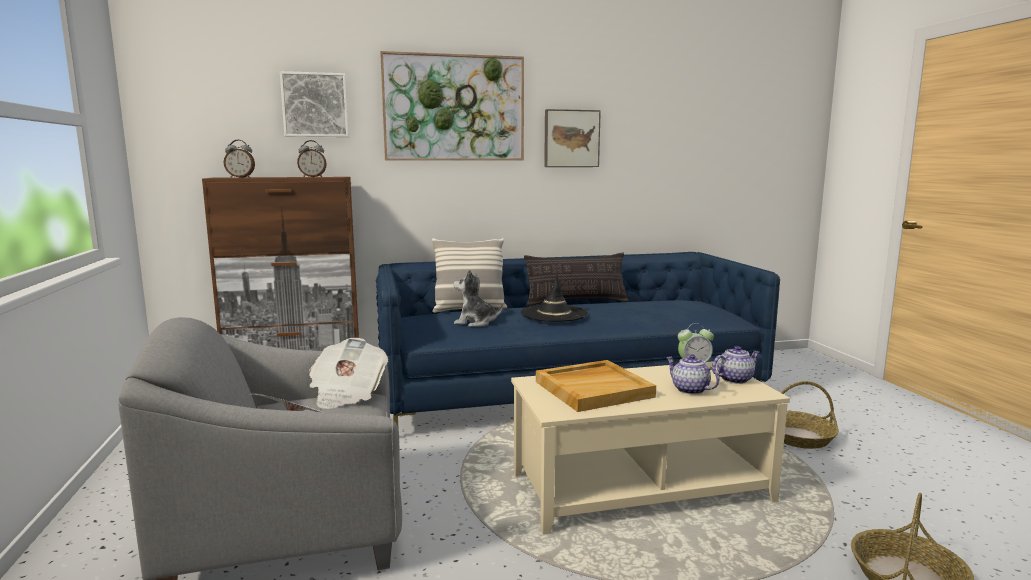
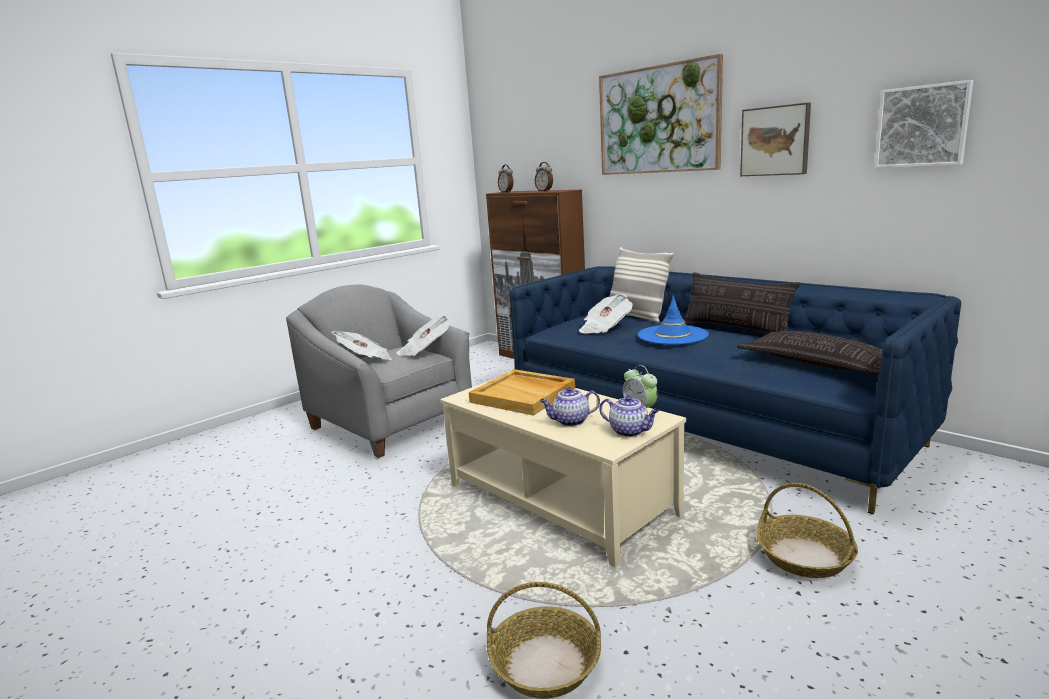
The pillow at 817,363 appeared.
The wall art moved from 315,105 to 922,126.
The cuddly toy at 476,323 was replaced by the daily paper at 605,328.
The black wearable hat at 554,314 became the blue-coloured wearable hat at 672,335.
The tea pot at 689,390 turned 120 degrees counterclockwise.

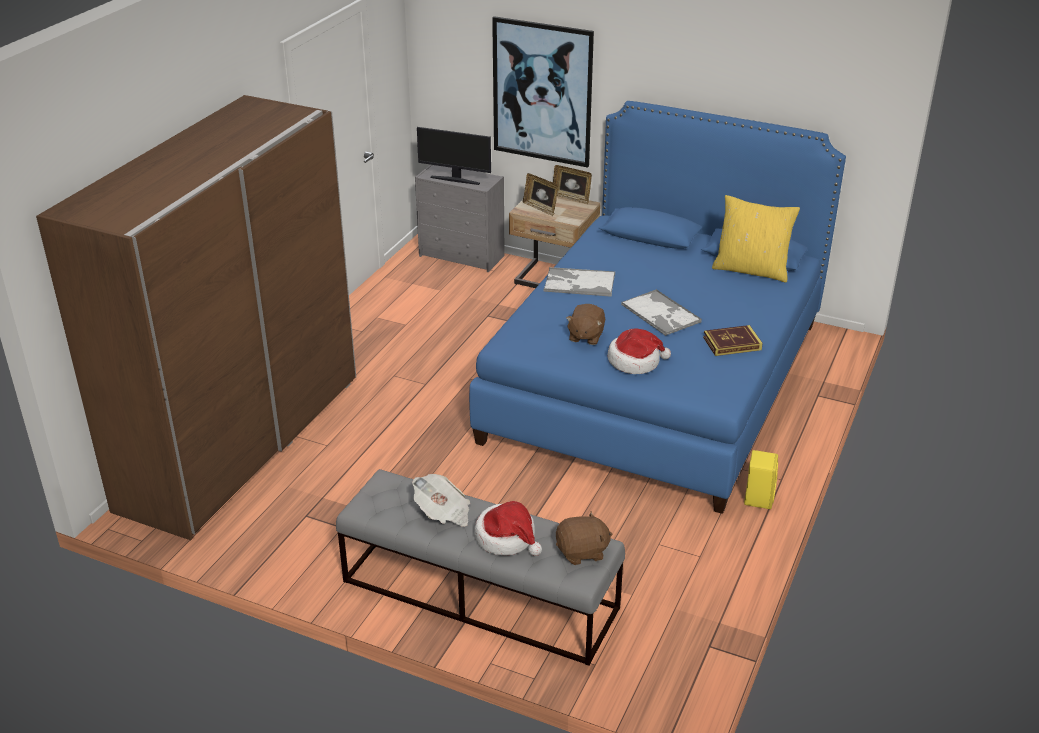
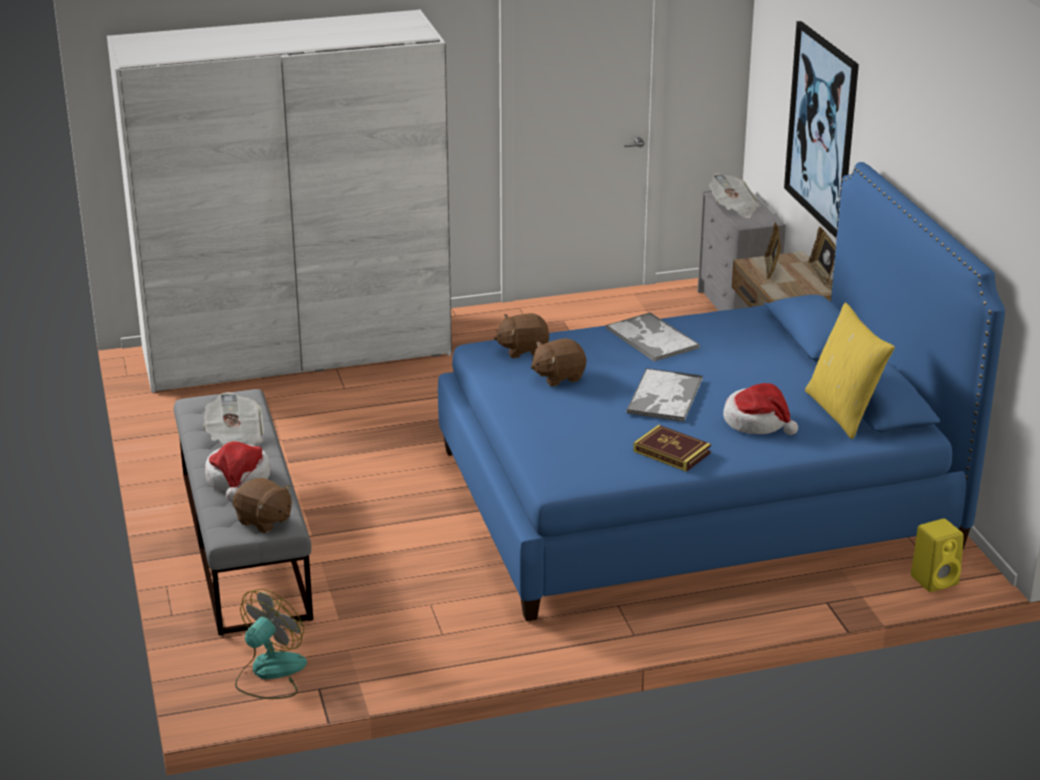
The fan at 269,673 appeared.
The brownish cuddly toy at 522,350 appeared.
The wearable hat moved from 635,361 to 757,422.
The yellow-coloured speaker moved from 758,497 to 935,579.
The computer display at 455,180 was replaced by the daily paper at 733,208.
The brownish clothes cupboard at 241,441 became the white-coloured clothes cupboard at 297,351.

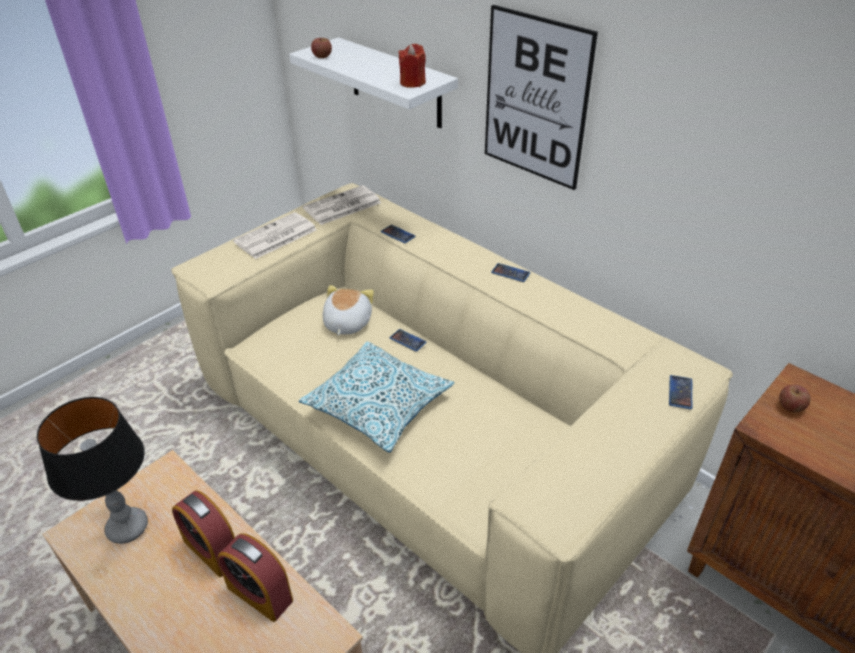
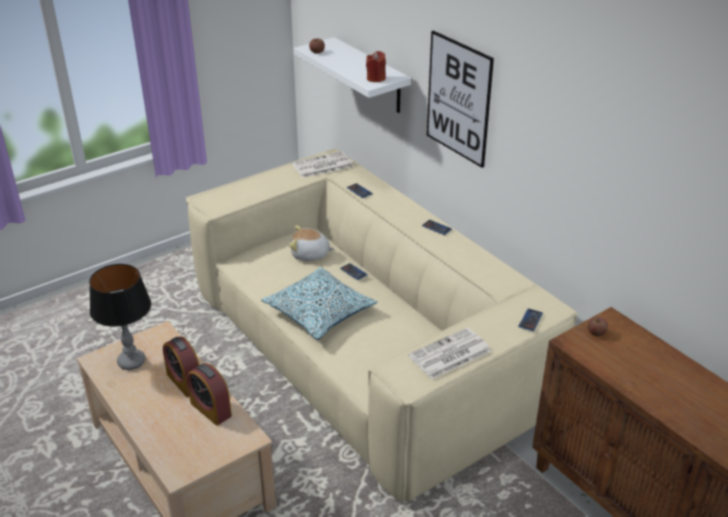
The daily paper moved from 275,237 to 449,354.
The cuddly toy at 346,323 turned 105 degrees counterclockwise.

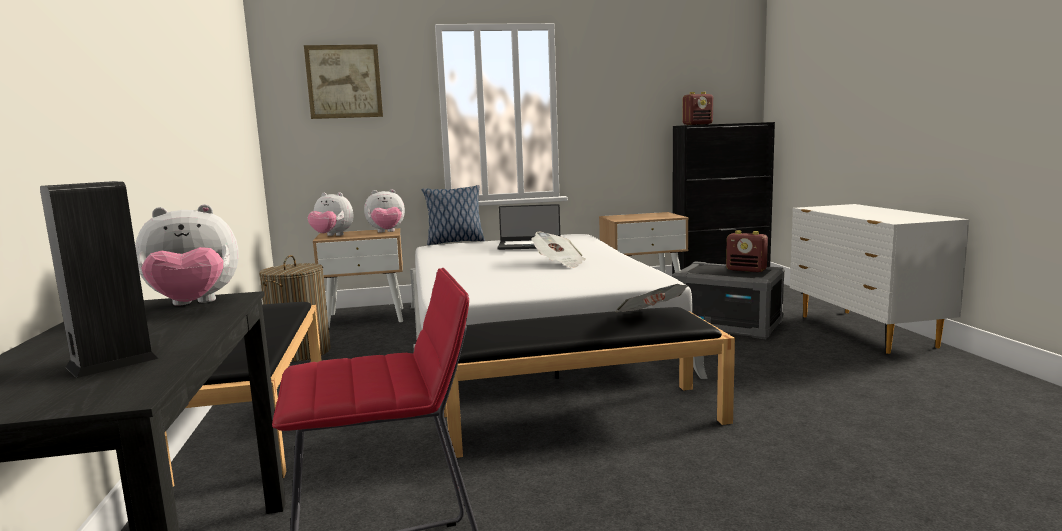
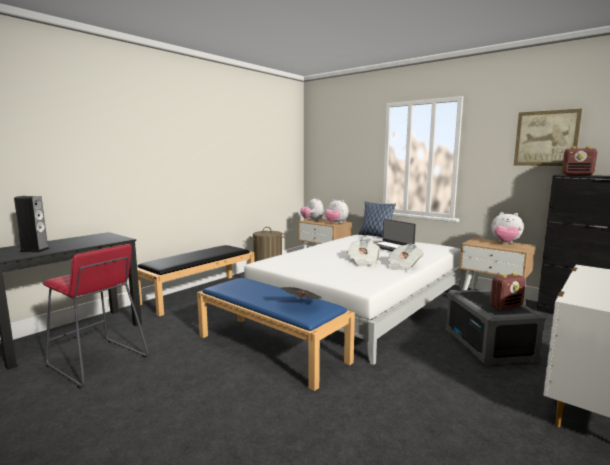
The daily paper at 402,266 appeared.
The cuddly toy moved from 193,305 to 505,243.
The wall art moved from 344,81 to 546,138.
The black indoor bench at 584,417 became the blue-coloured indoor bench at 272,348.
The radio receiver at 746,270 turned 105 degrees counterclockwise.

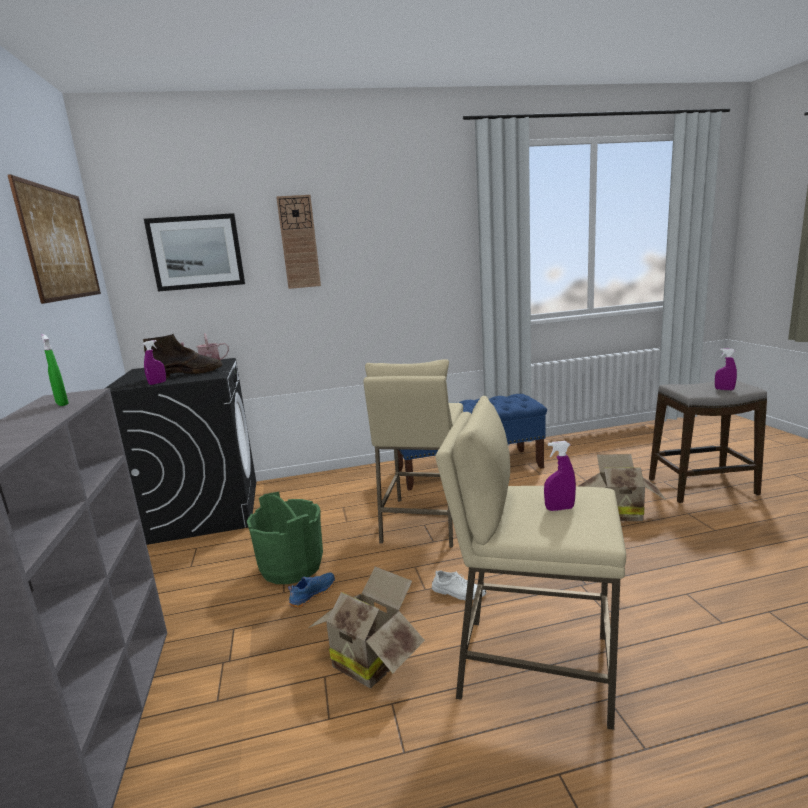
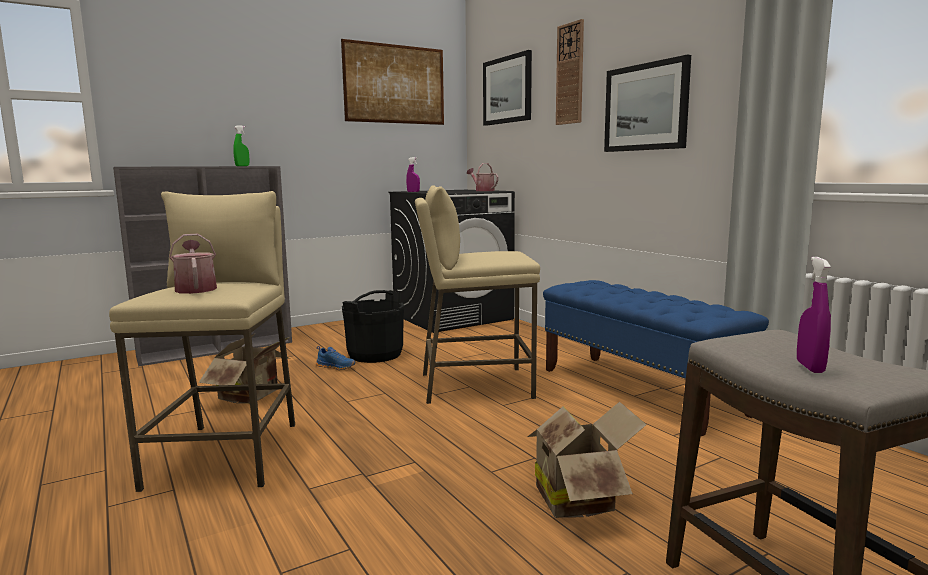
The brownish boot at 188,373 disappeared.
The white-coloured item of footwear at 458,592 disappeared.
The wall art at 646,107 appeared.
The purple-coloured sprayer at 559,509 was replaced by the watering can at 195,288.
The green-coloured pail at 291,567 became the black pail at 375,354.

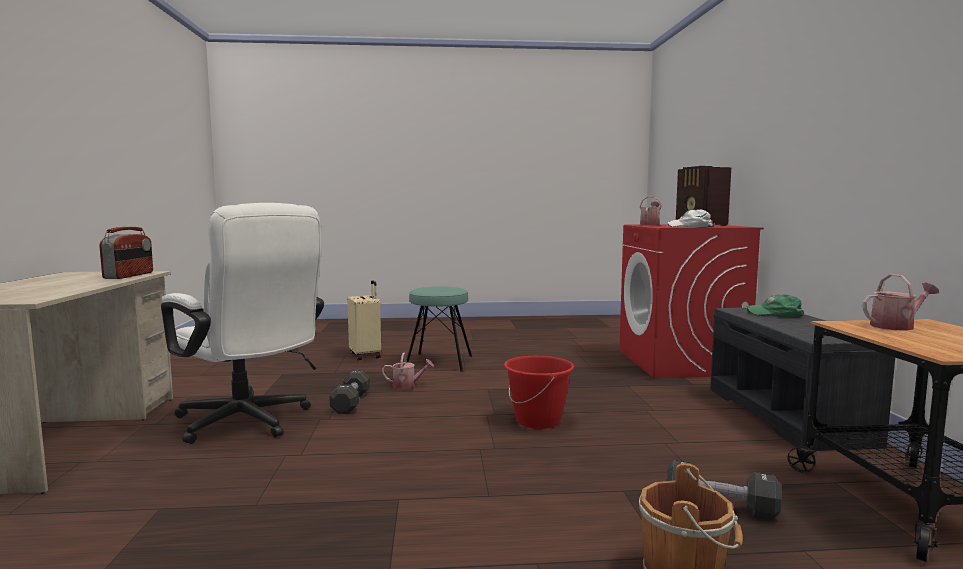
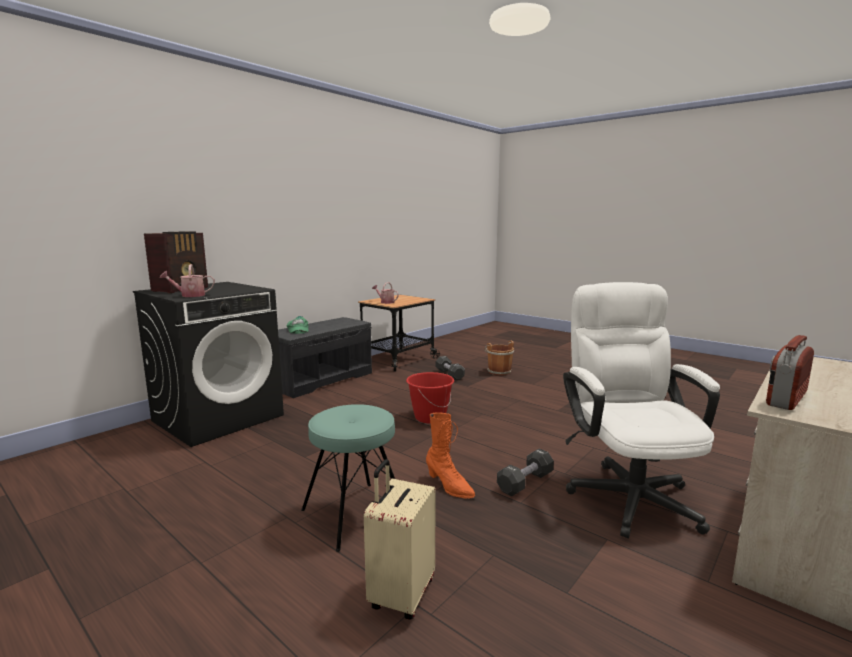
The white-coloured cap at 690,226 disappeared.
The watering can at 407,385 was replaced by the orange-coloured boot at 449,486.
The red-coloured laundry machine at 681,363 became the black laundry machine at 219,417.

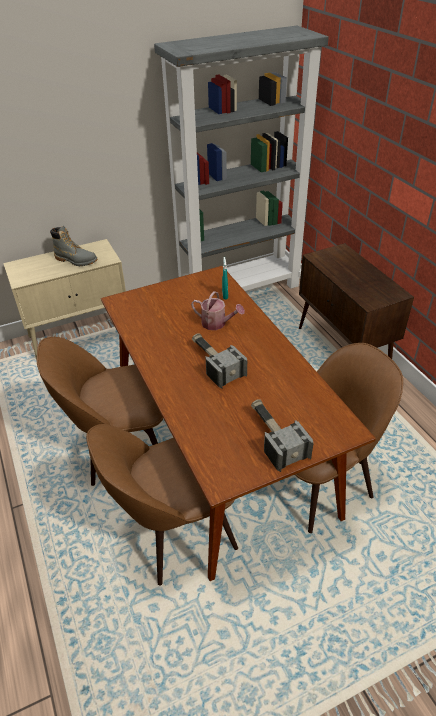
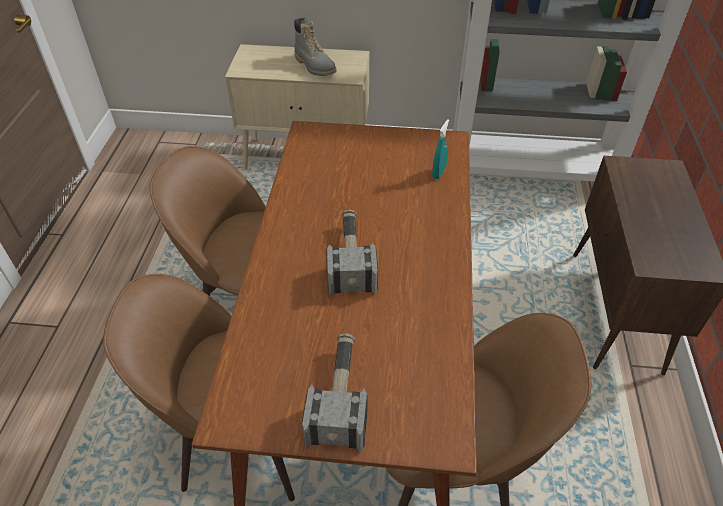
The watering can at 217,323 disappeared.

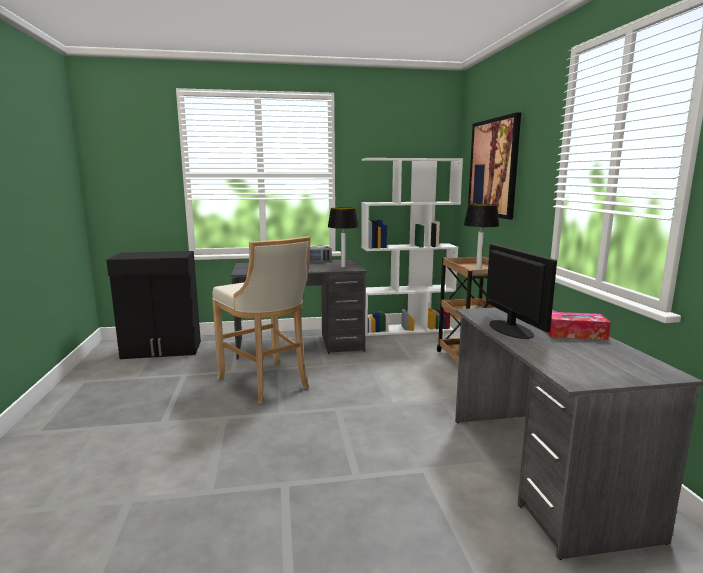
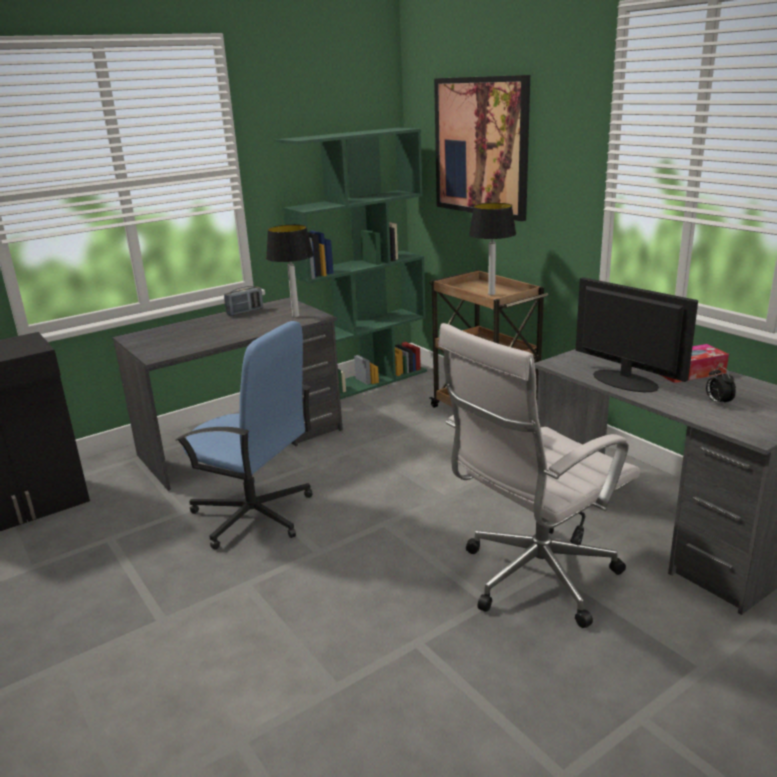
The white-coloured desk chair at 533,579 appeared.
The alarm clock at 717,402 appeared.
The beige stool seat at 267,383 was replaced by the blue-coloured desk chair at 254,515.
The white-coloured bookshelf at 407,329 became the green-coloured bookshelf at 366,382.

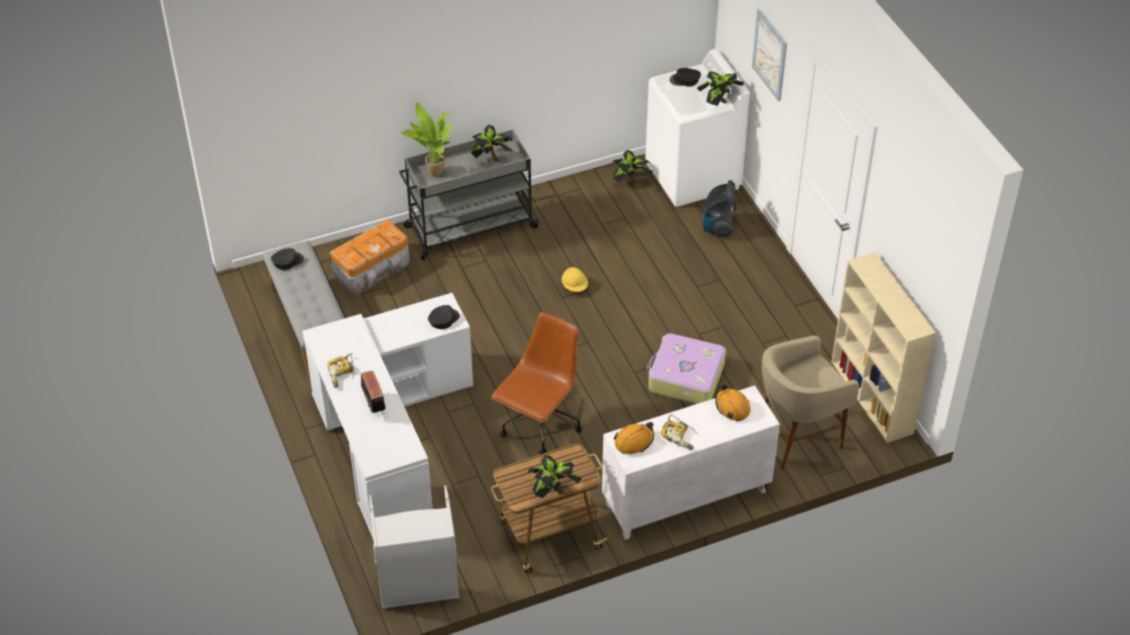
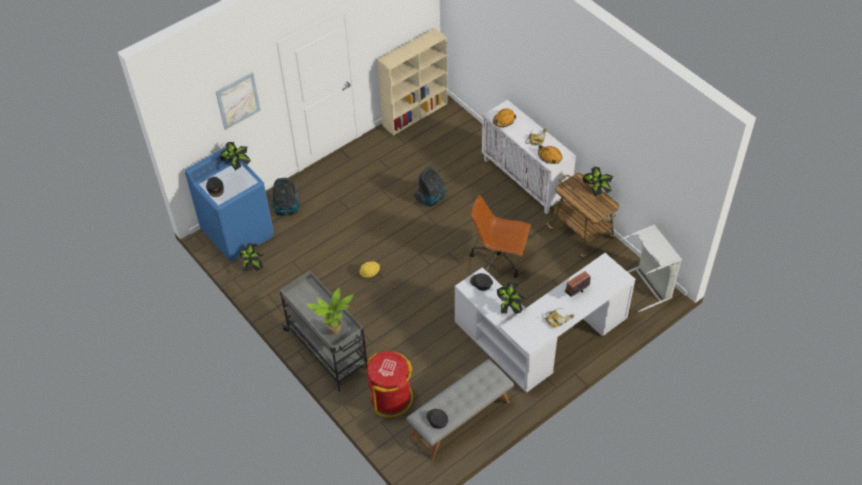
The beige stool seat at 796,440 disappeared.
The plant in a pot moved from 491,159 to 509,307.
The storage box at 373,269 was replaced by the red-coloured rubbish bin at 391,397.
The travel case at 685,377 was replaced by the vacuum cleaner at 431,199.
The white-coloured laundry machine at 693,176 became the blue-coloured laundry machine at 238,232.

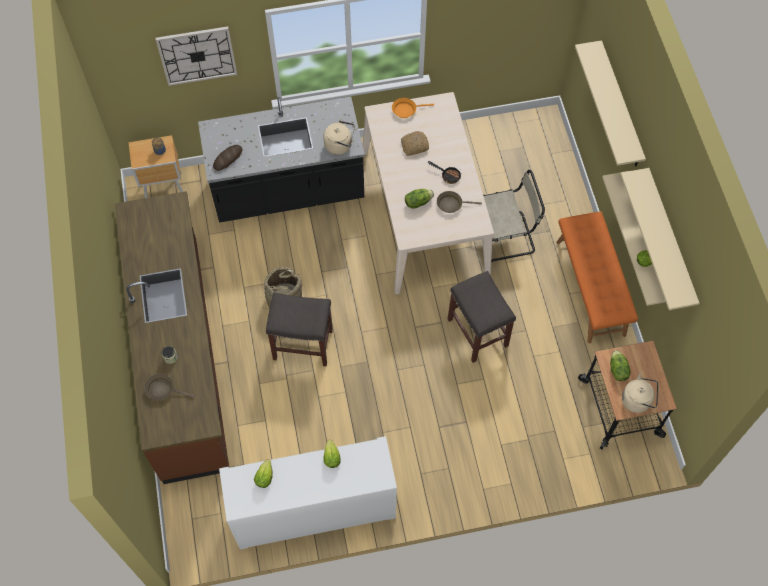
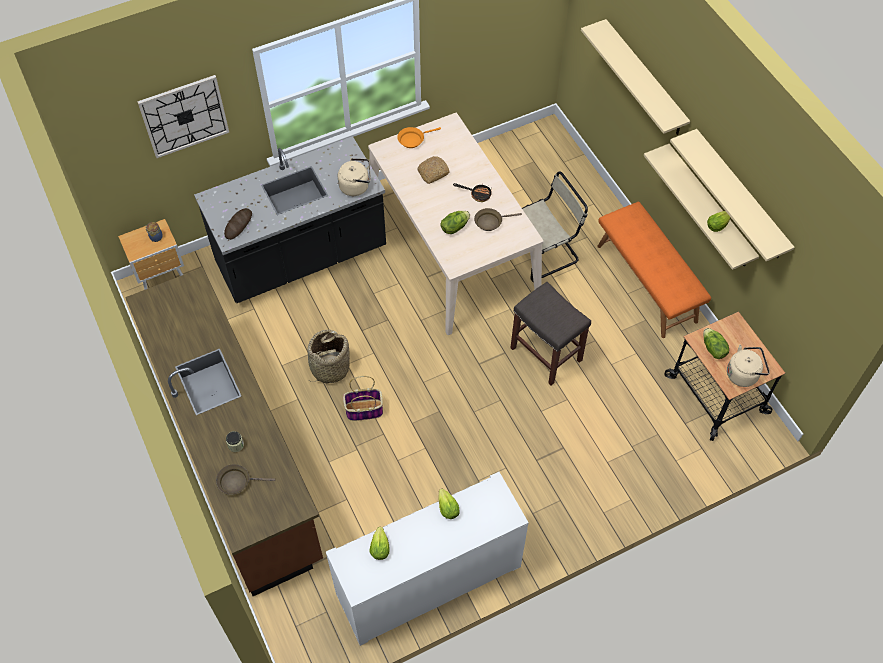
The greyish stool seat at 302,345 was replaced by the household basket at 363,410.

